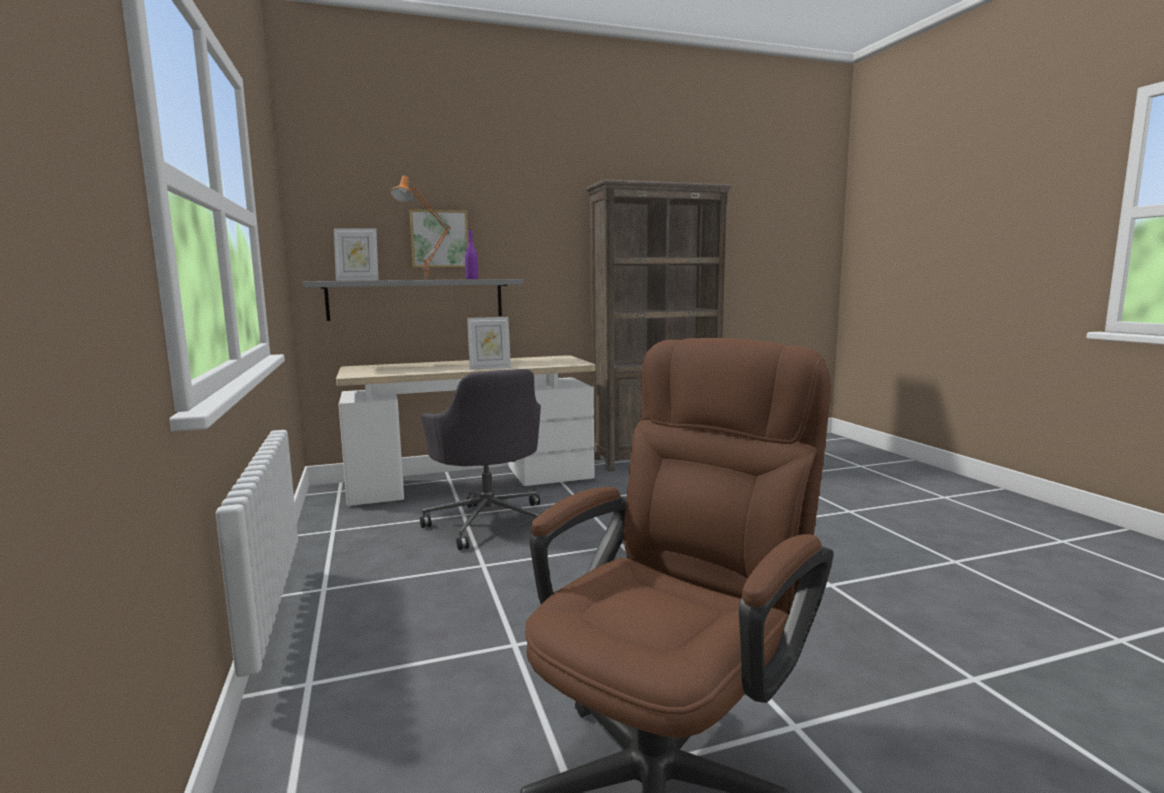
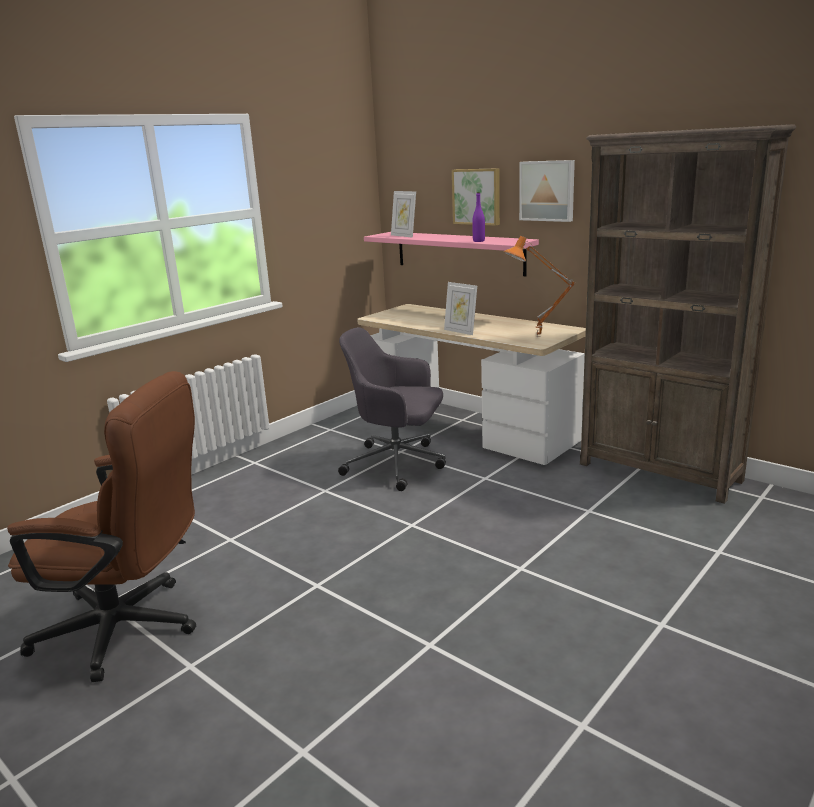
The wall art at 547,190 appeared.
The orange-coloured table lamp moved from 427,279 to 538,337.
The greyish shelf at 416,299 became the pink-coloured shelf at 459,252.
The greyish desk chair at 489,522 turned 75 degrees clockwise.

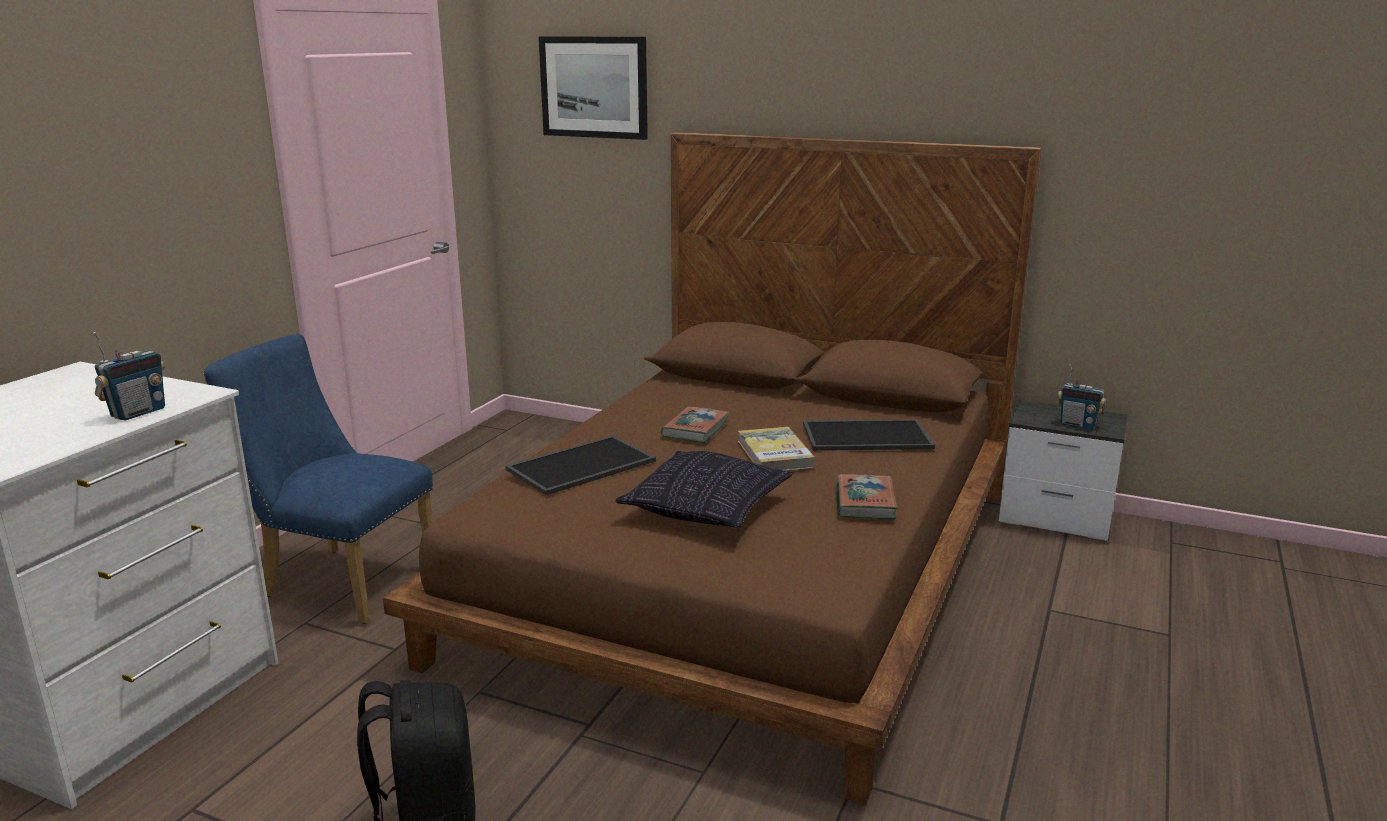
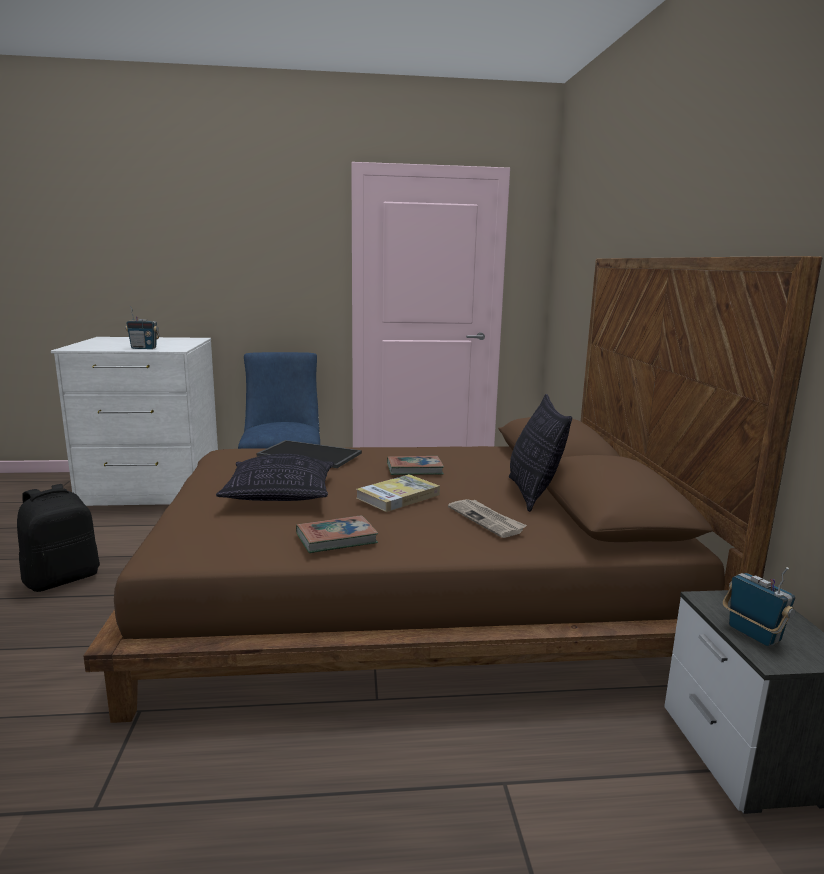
The wall art at 594,87 disappeared.
The pillow at 533,494 appeared.
The serving tray at 867,435 was replaced by the daily paper at 486,520.
The radio receiver at 1078,425 turned 150 degrees clockwise.

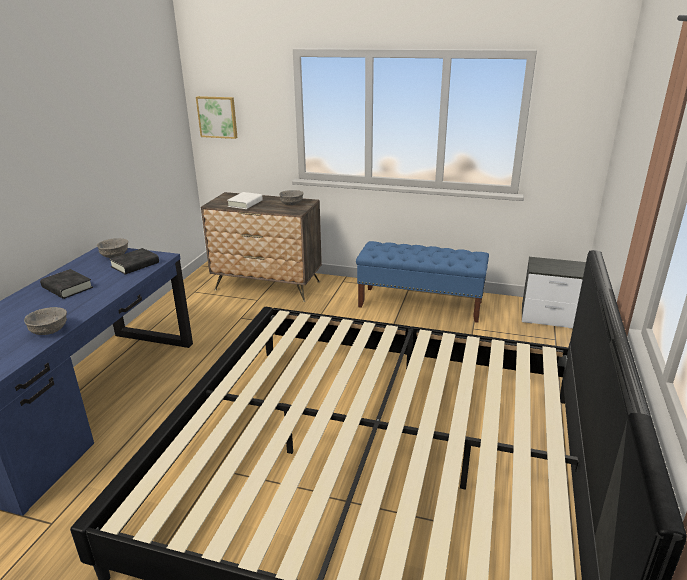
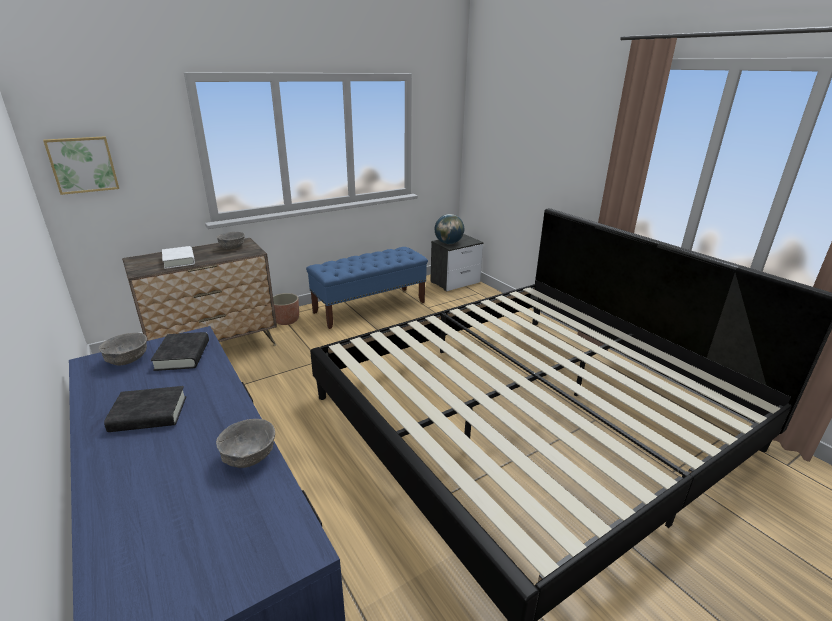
The planter at 286,320 appeared.
The globe at 448,243 appeared.

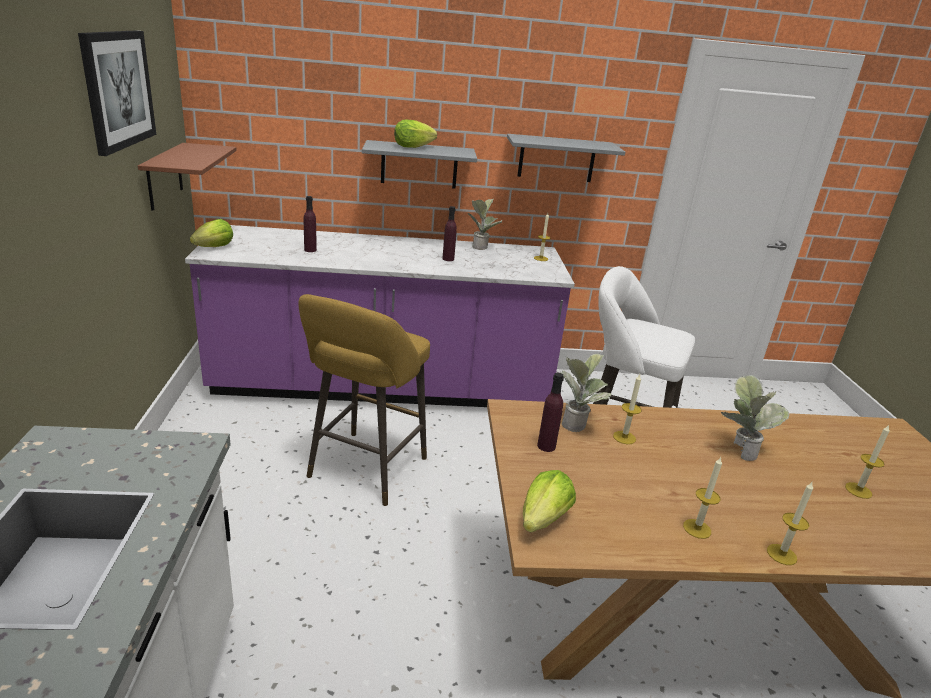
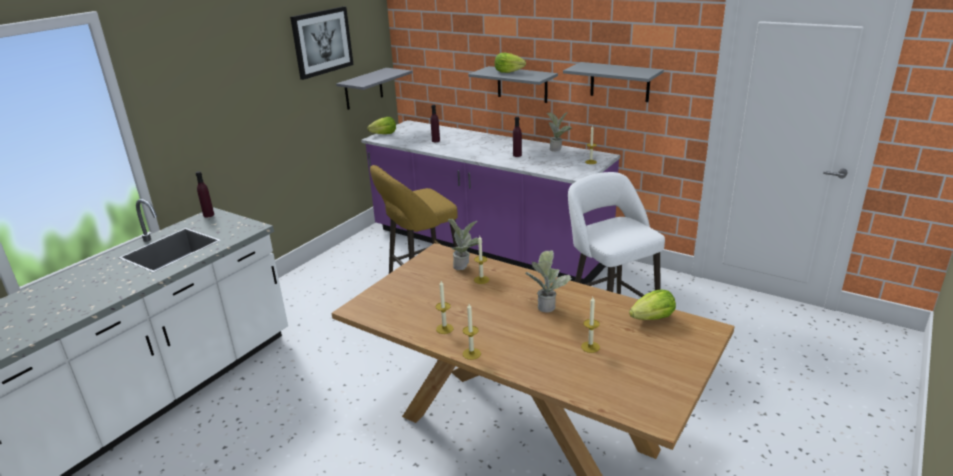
The lettuce head moved from 544,519 to 653,319.
The purple-coloured drink bottle moved from 546,446 to 208,215.
The brownish shelf at 164,176 became the greyish shelf at 363,89.

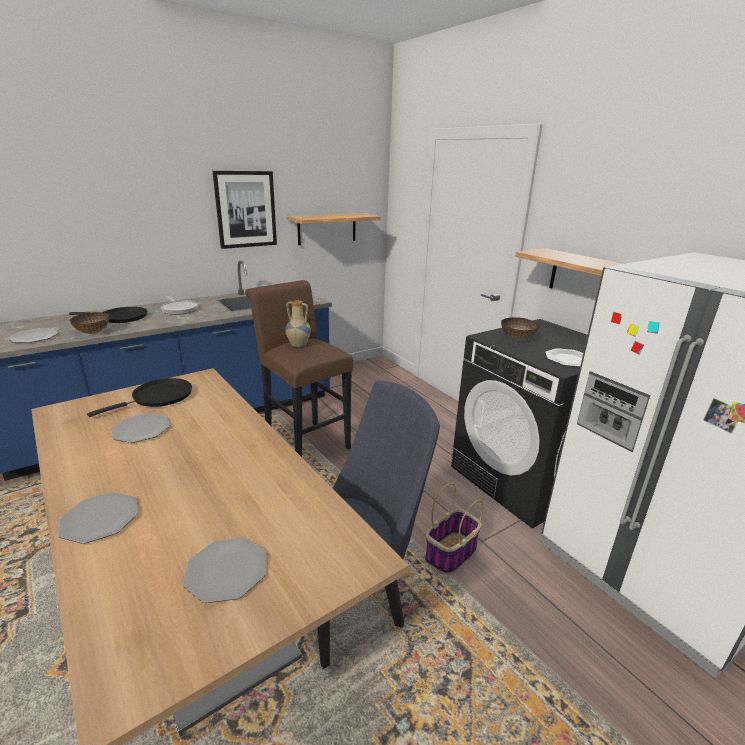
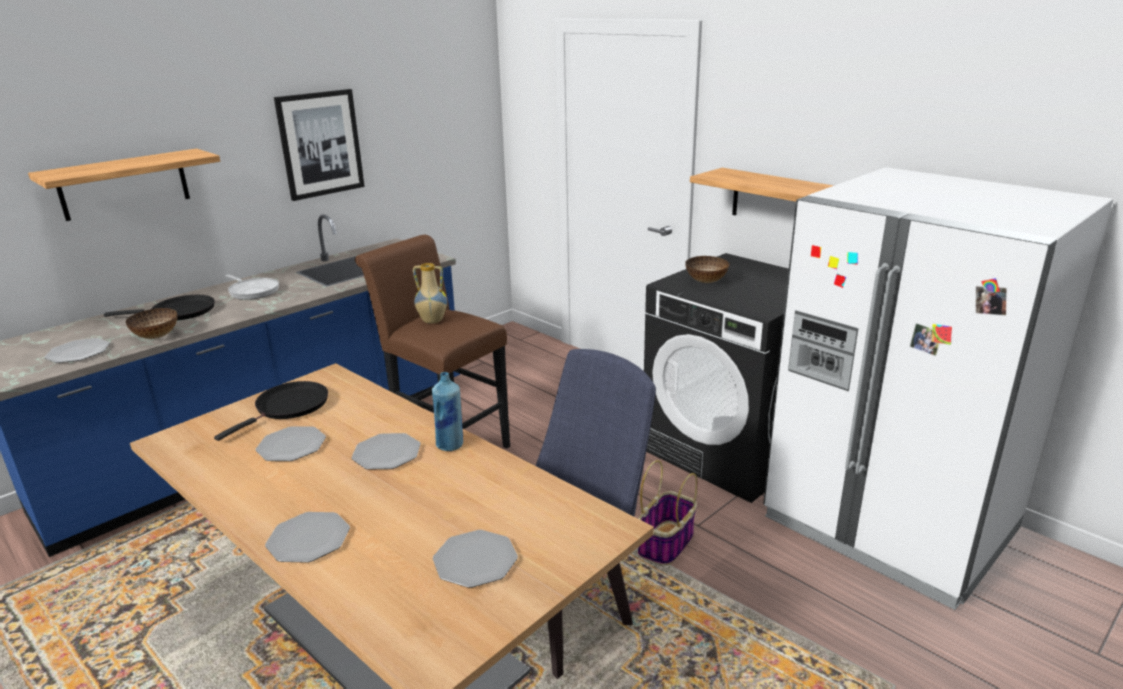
The blue-coloured drink bottle at 450,445 appeared.
The shelf moved from 327,228 to 124,184.
The flat dish moved from 568,359 to 387,453.

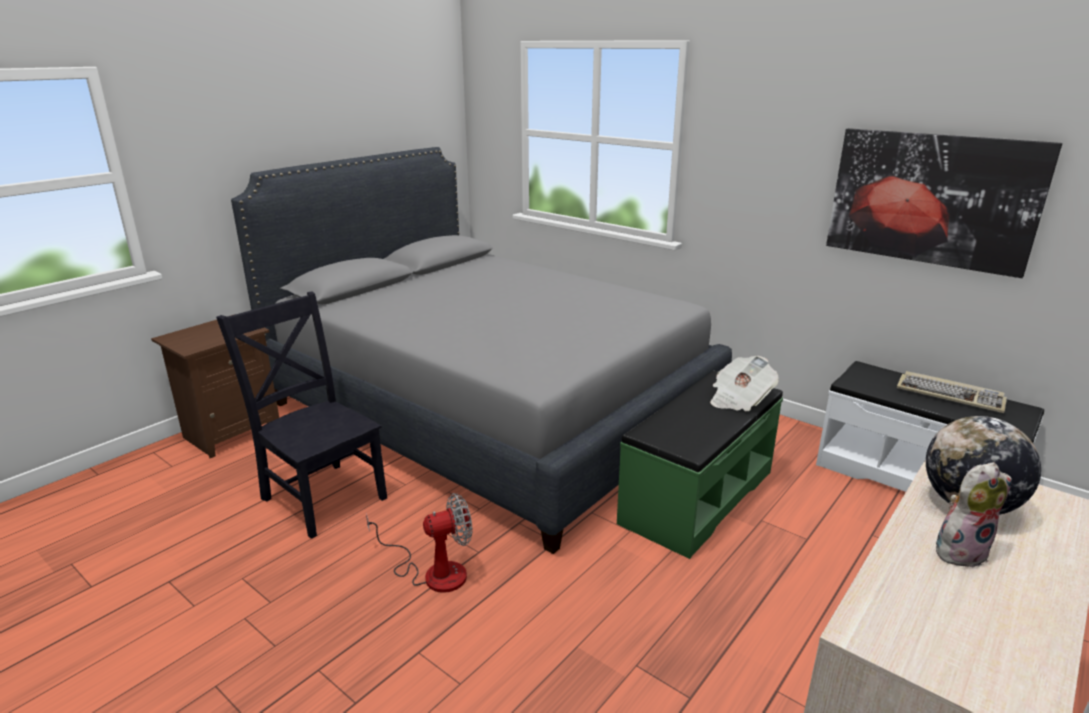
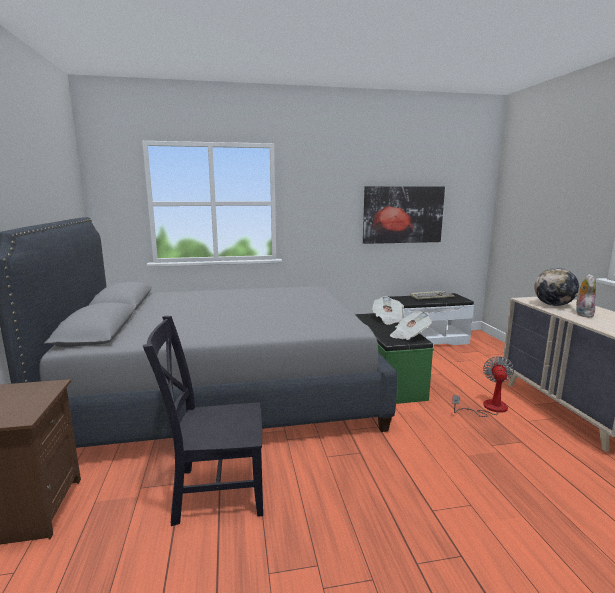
The daily paper at 409,335 appeared.
The fan moved from 433,572 to 488,408.

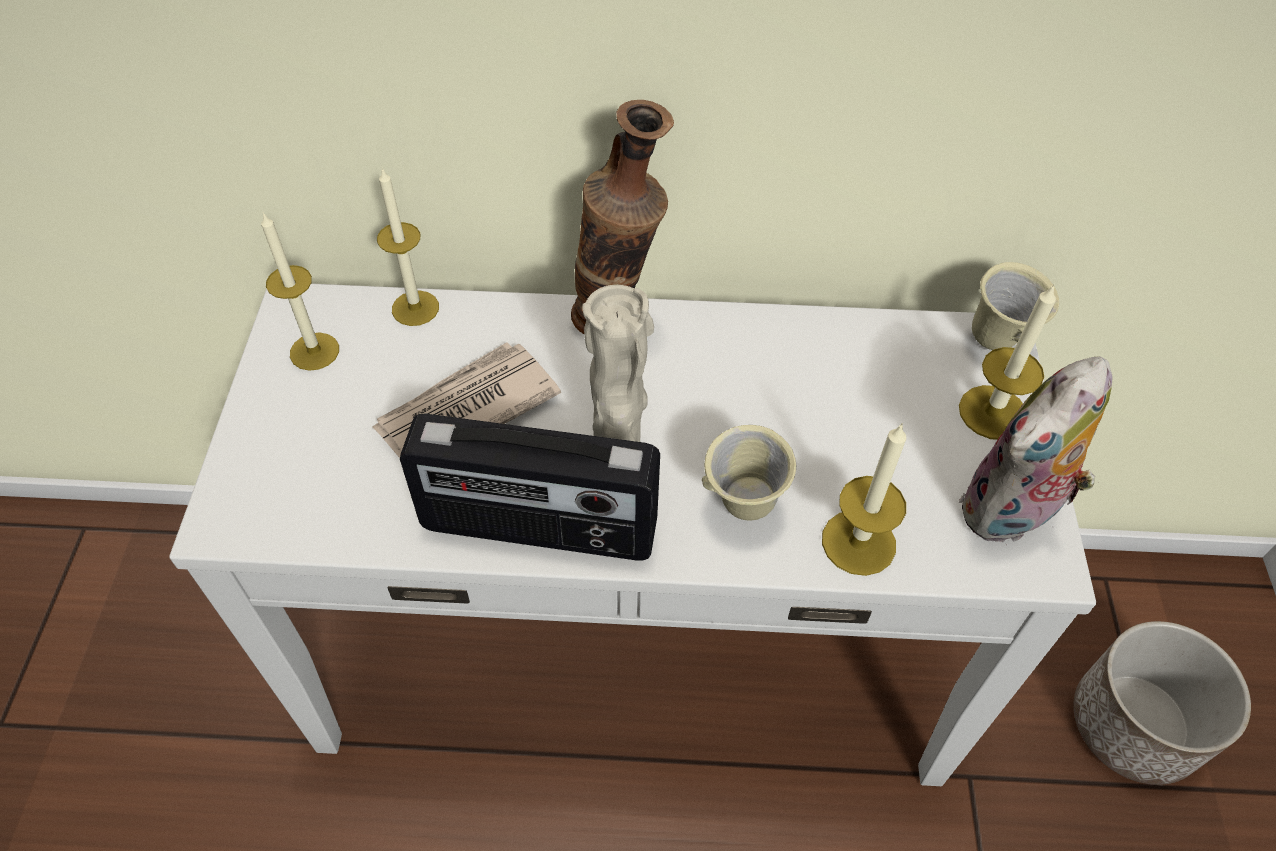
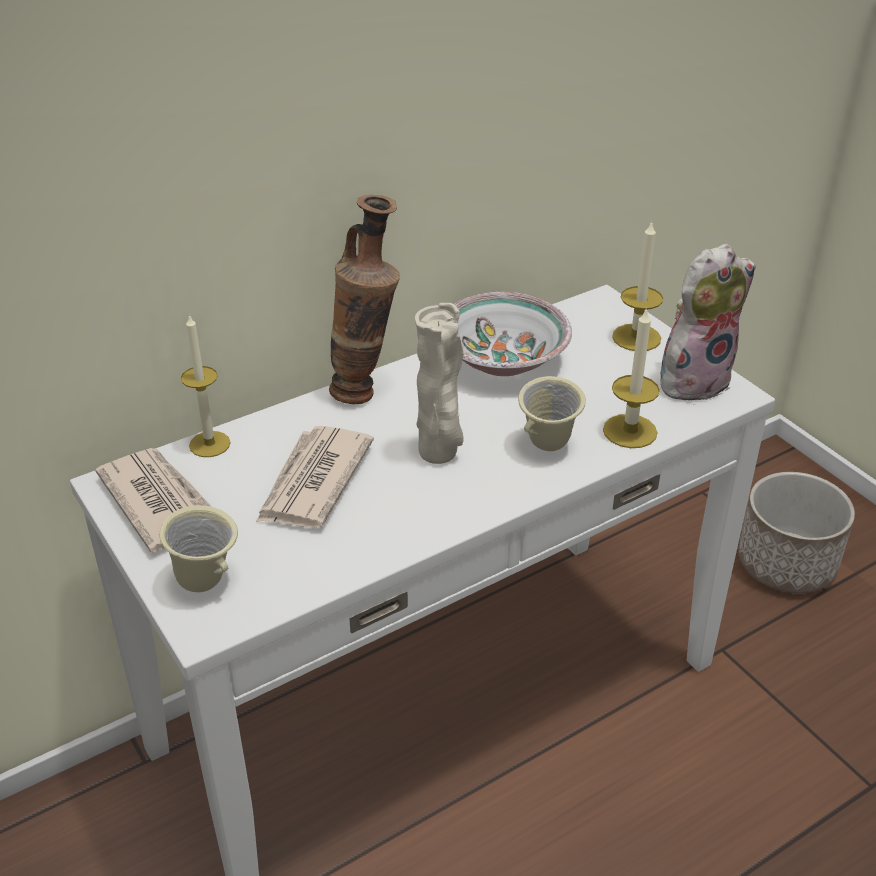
The radio receiver at 538,529 disappeared.
The deep dish at 502,358 appeared.
The beige tea mug moved from 998,342 to 207,582.
The candle at 314,351 was replaced by the daily paper at 159,501.
The cuddly toy at 1011,513 turned 135 degrees counterclockwise.

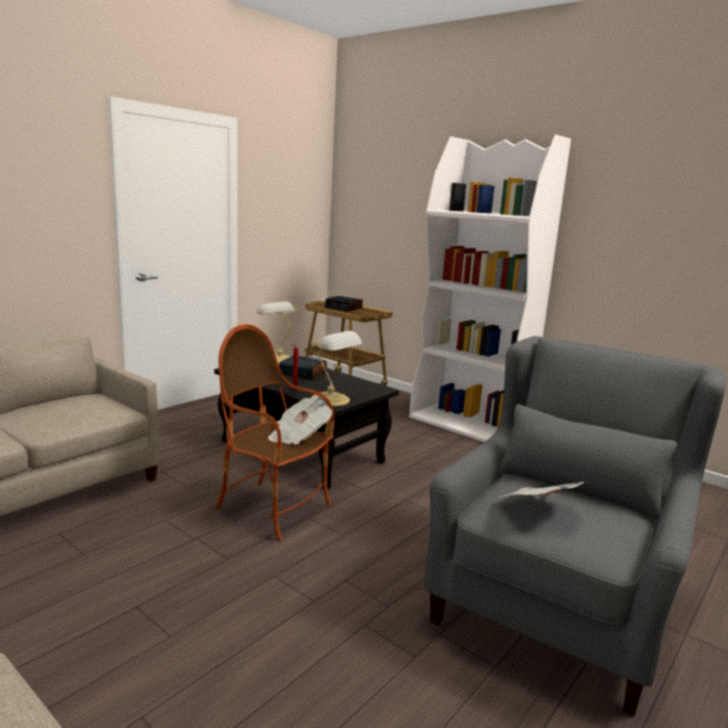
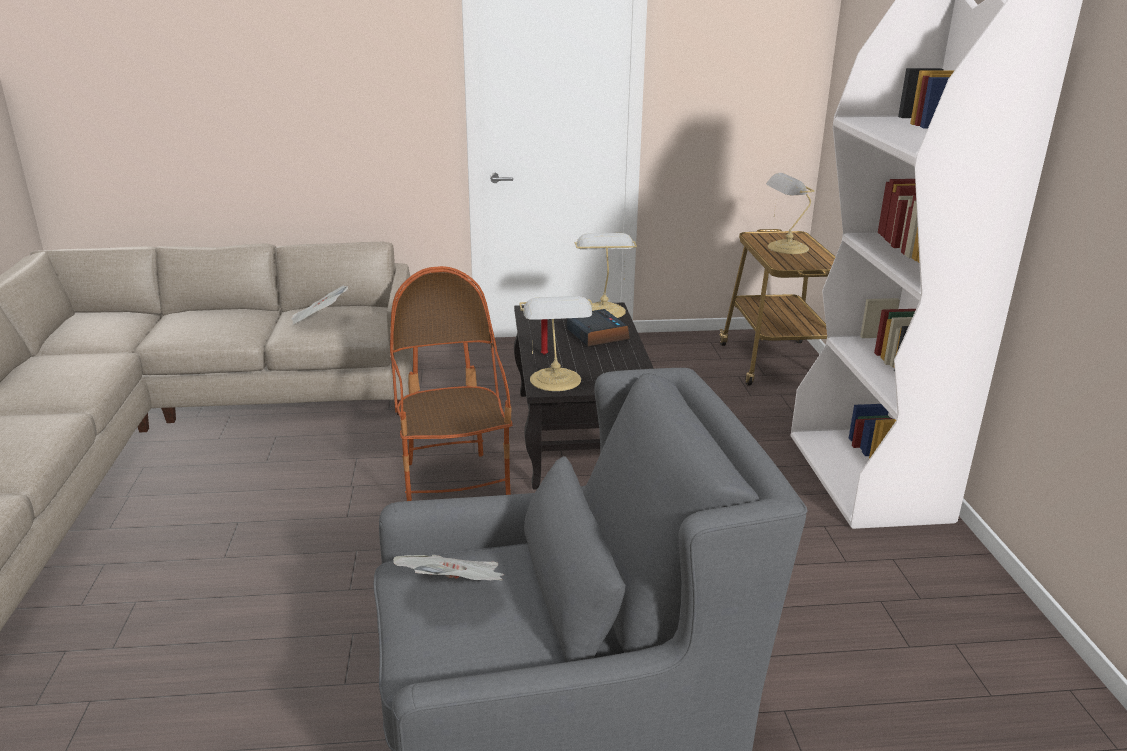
The daily paper moved from 299,436 to 319,320.
The alarm clock at 344,308 was replaced by the table lamp at 786,248.

